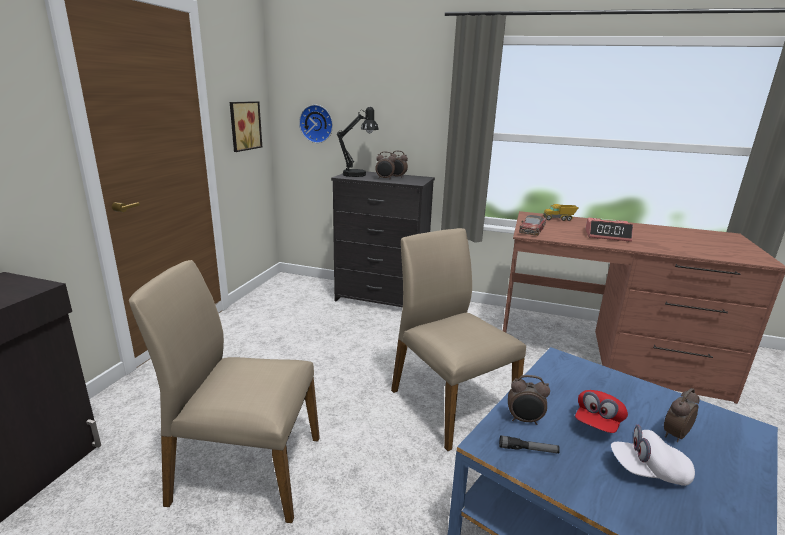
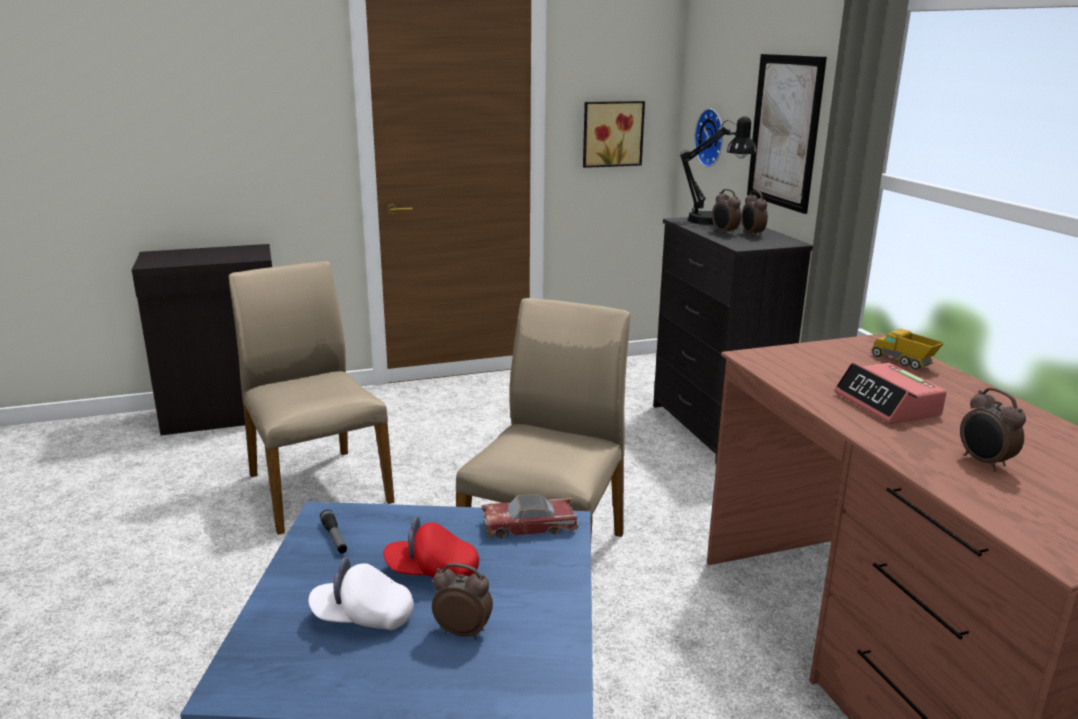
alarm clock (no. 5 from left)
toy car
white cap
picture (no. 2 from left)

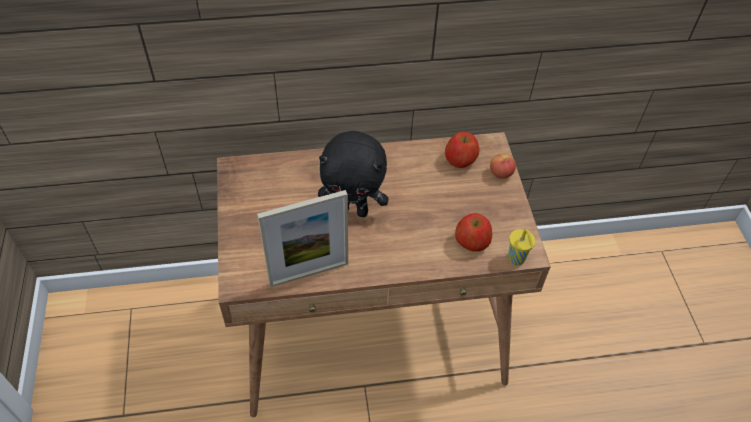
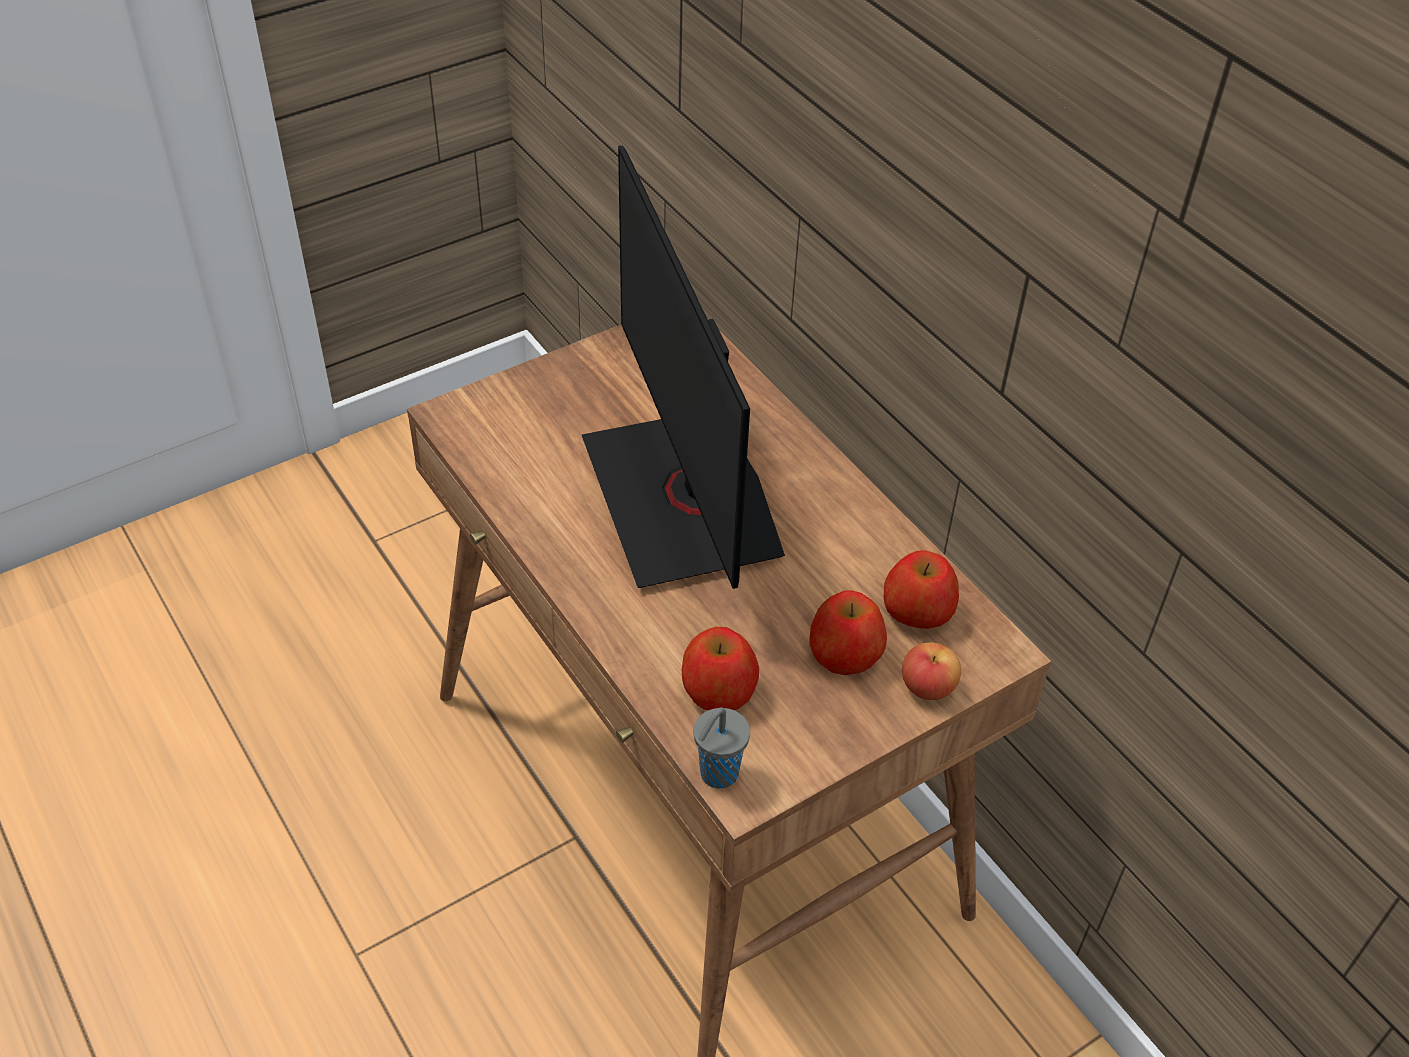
picture frame
monitor
grey cup
apple (no. 2 from left)

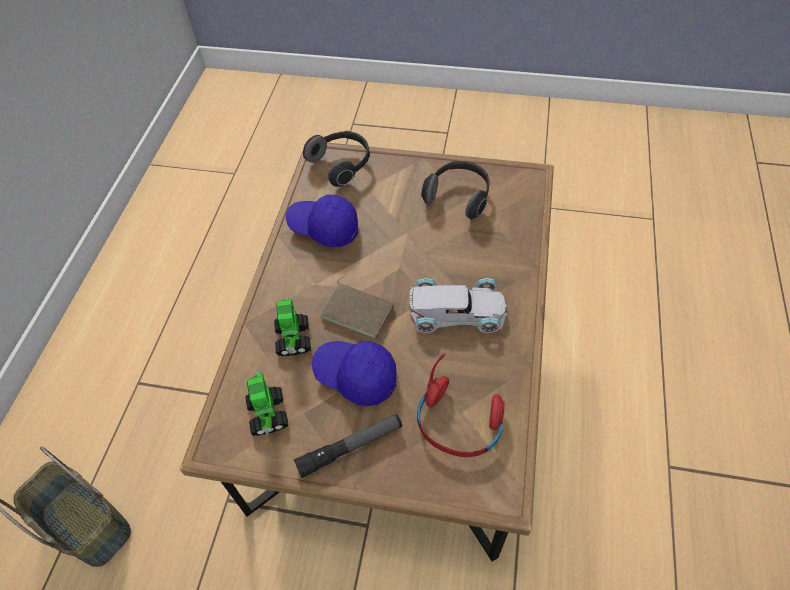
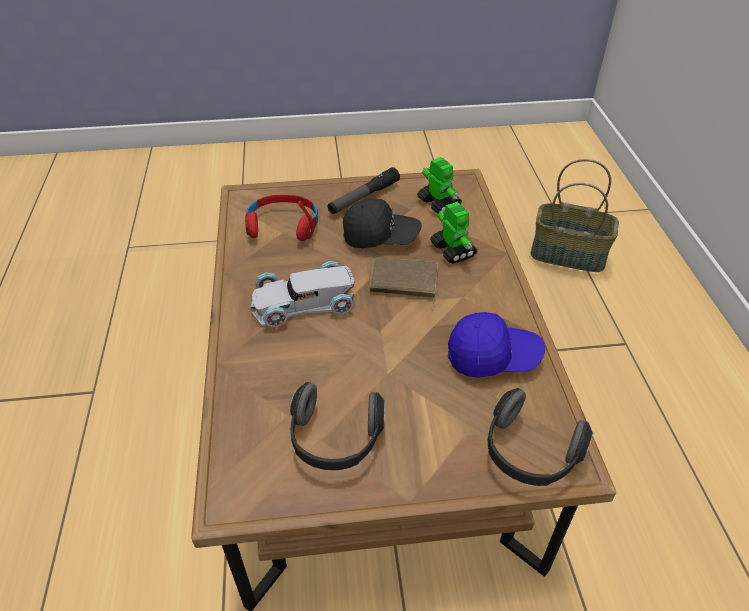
black cap

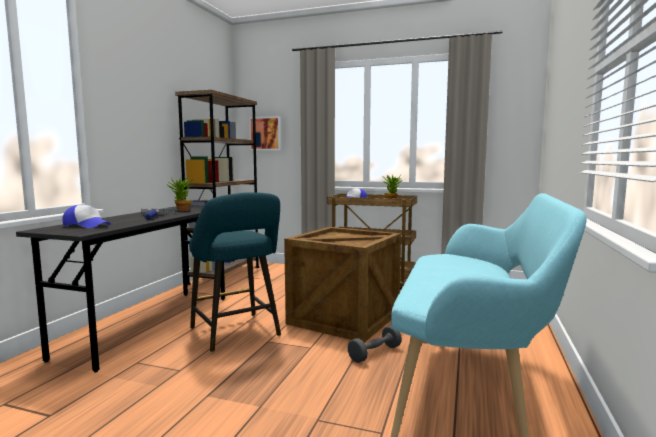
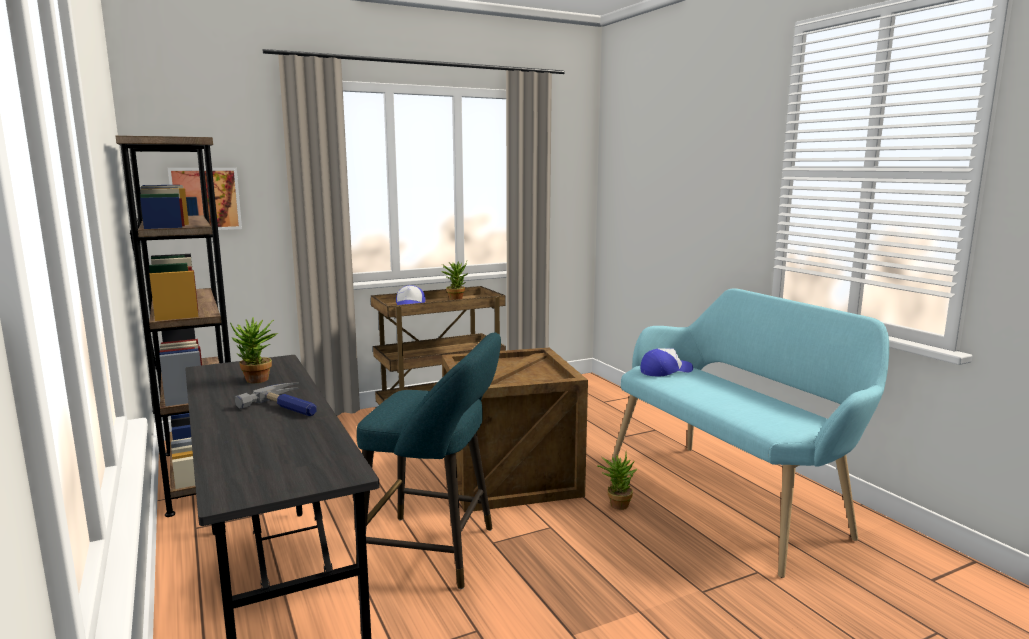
cap (no. 2 from left)
potted plant (no. 3 from left)

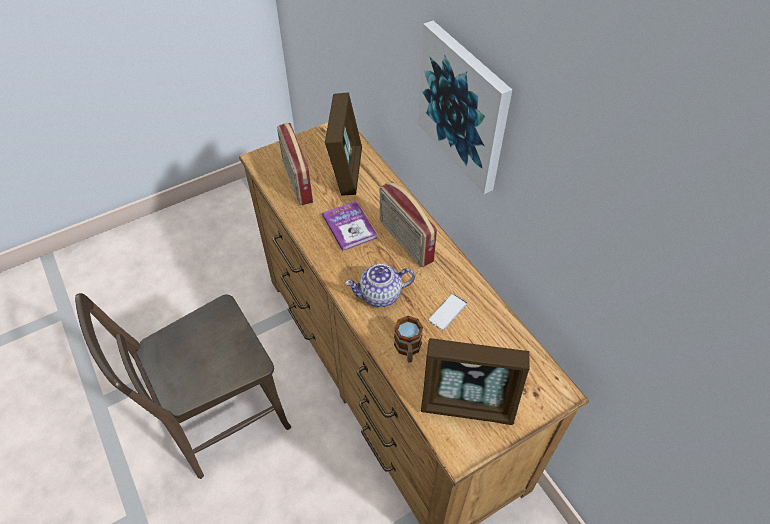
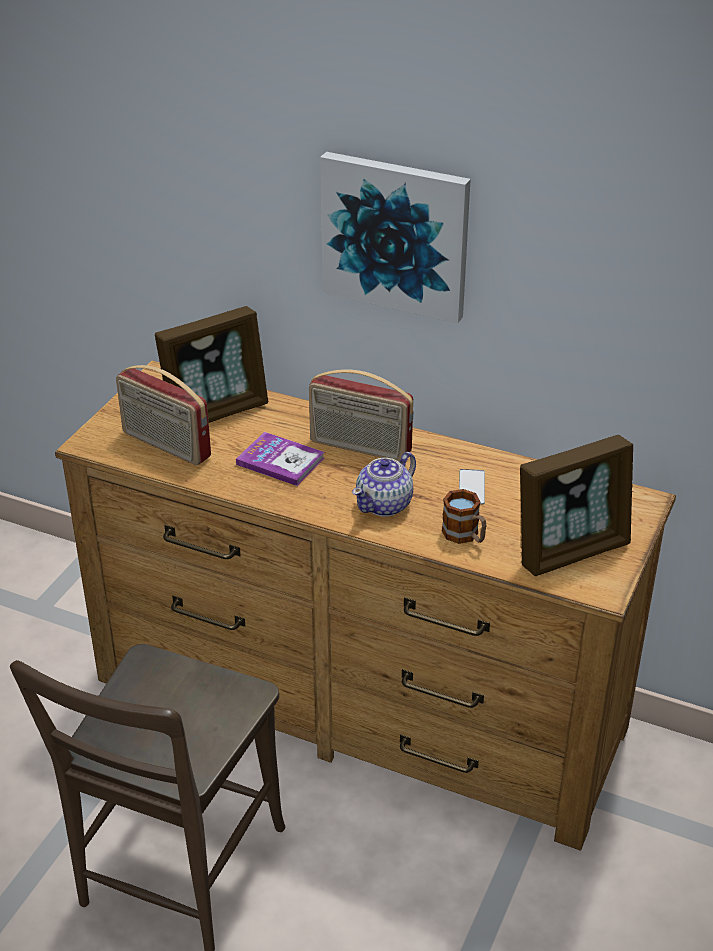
picture frame (no. 1 from left)

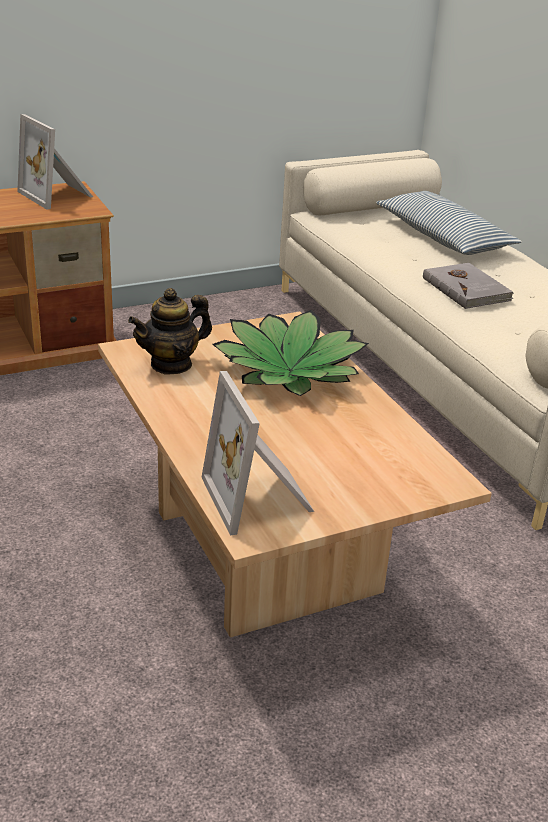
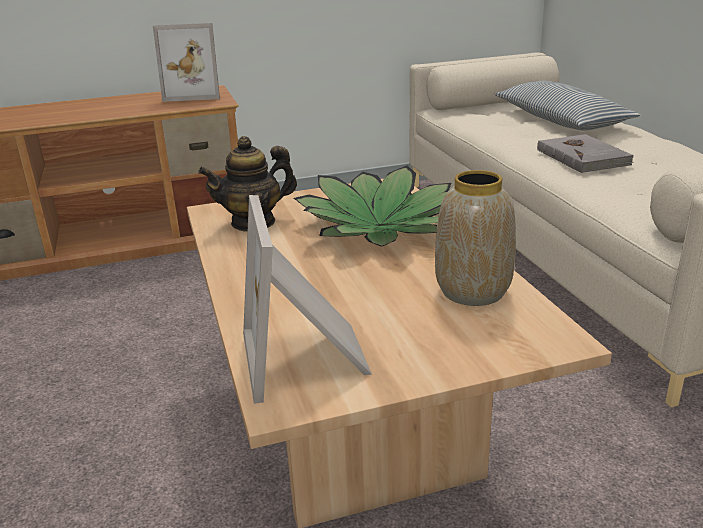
picture frame (no. 1 from left)
vase

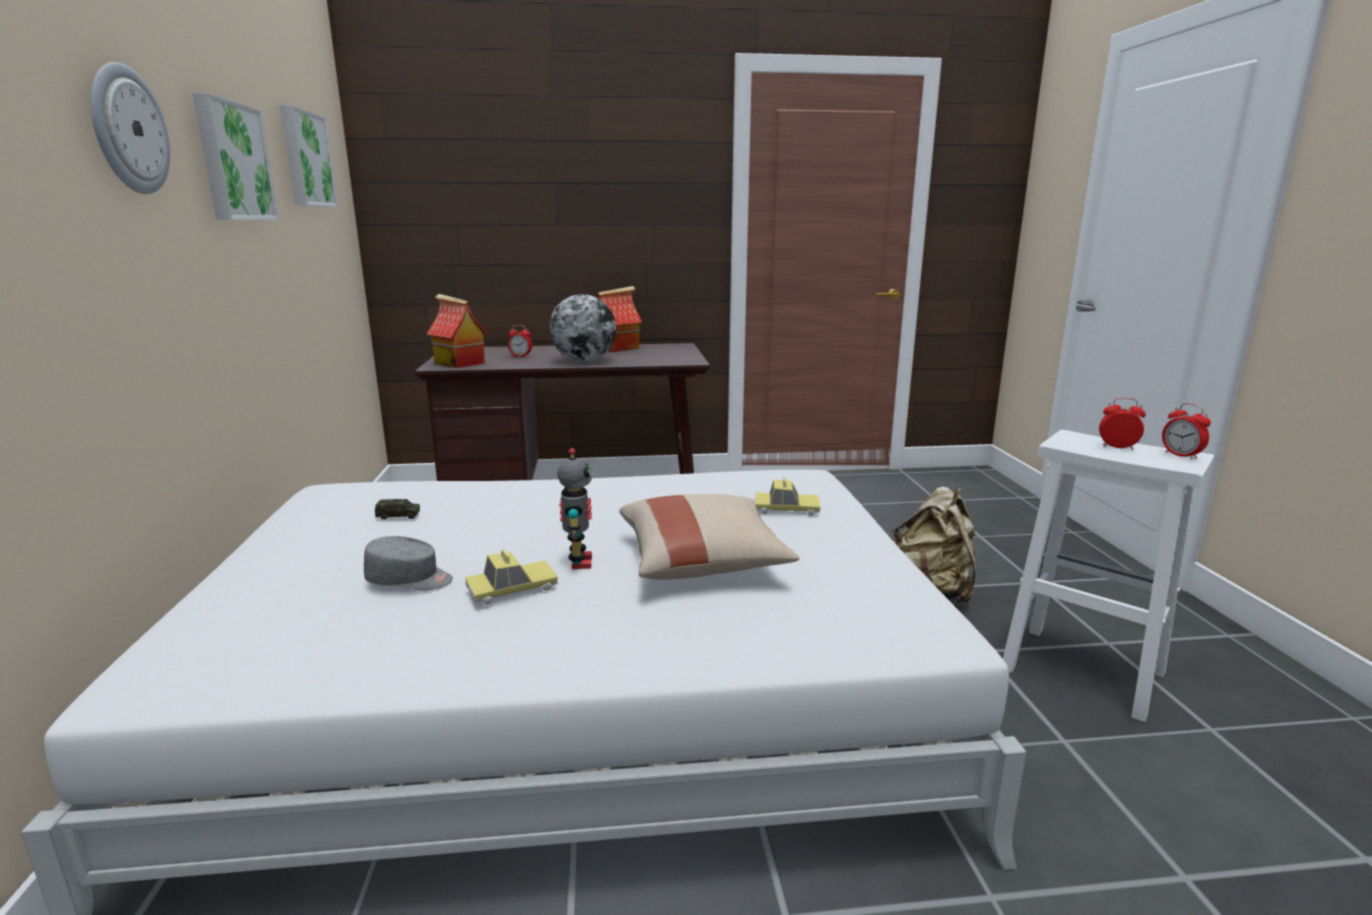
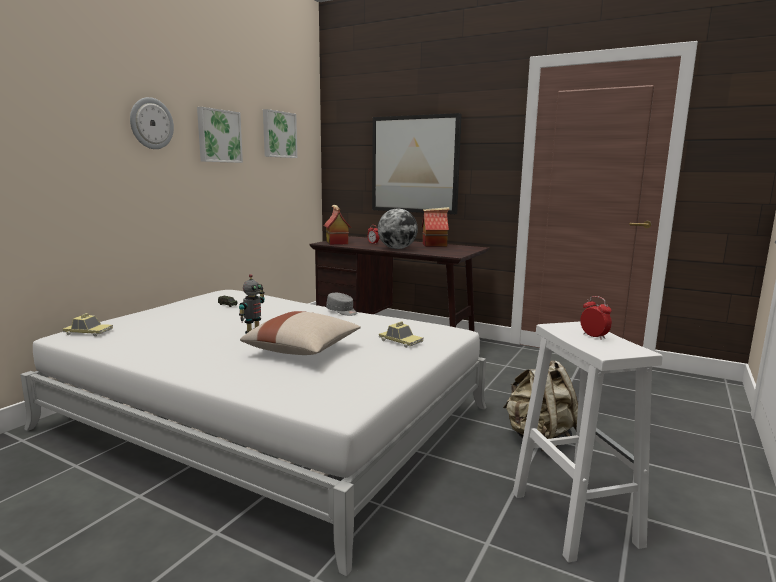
grey cap
toy car (no. 1 from left)
alarm clock (no. 3 from left in the first image)
picture (no. 3 from left)

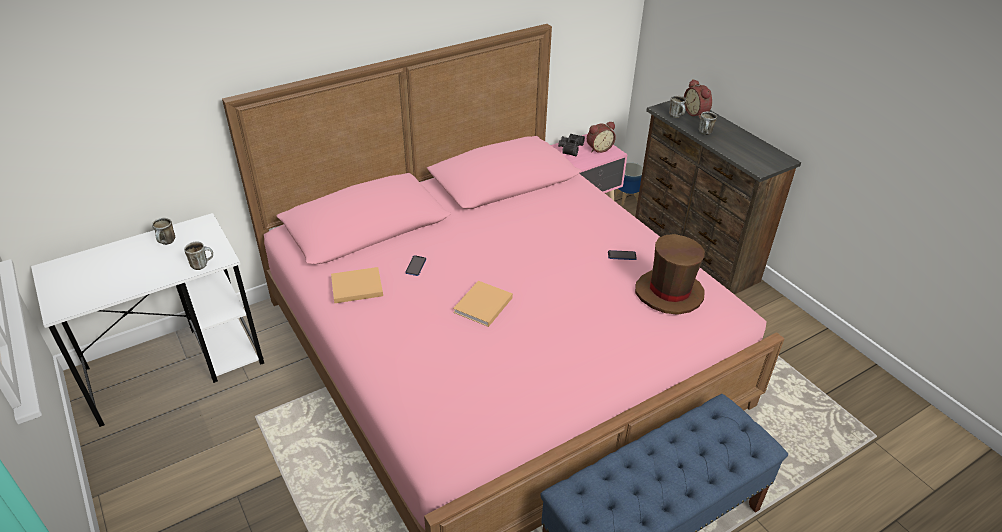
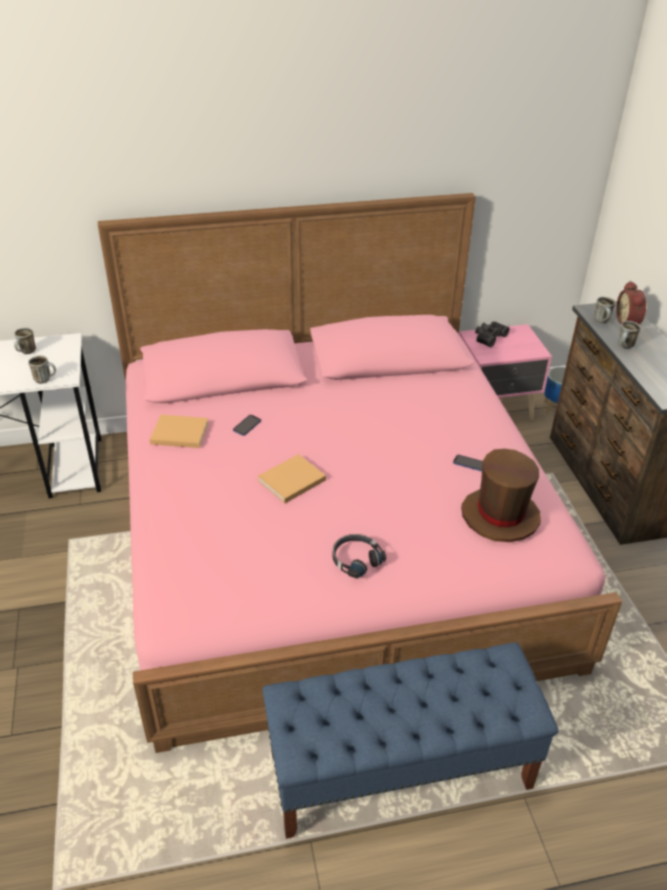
alarm clock (no. 1 from left in the first image)
black headphones

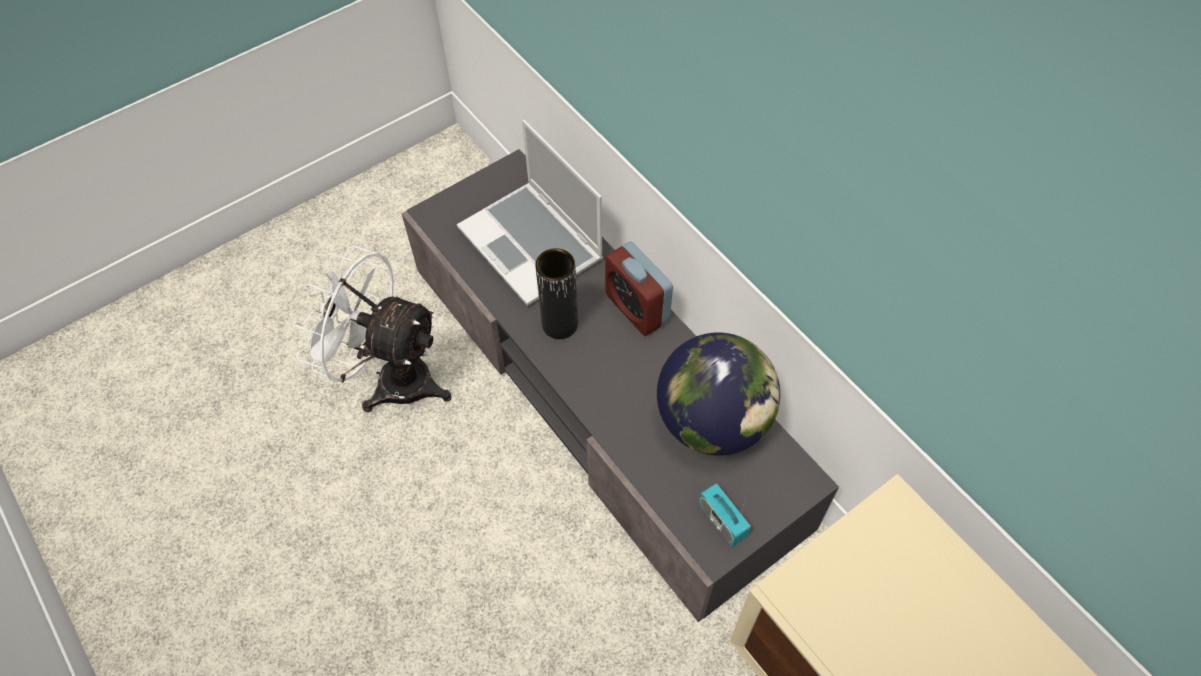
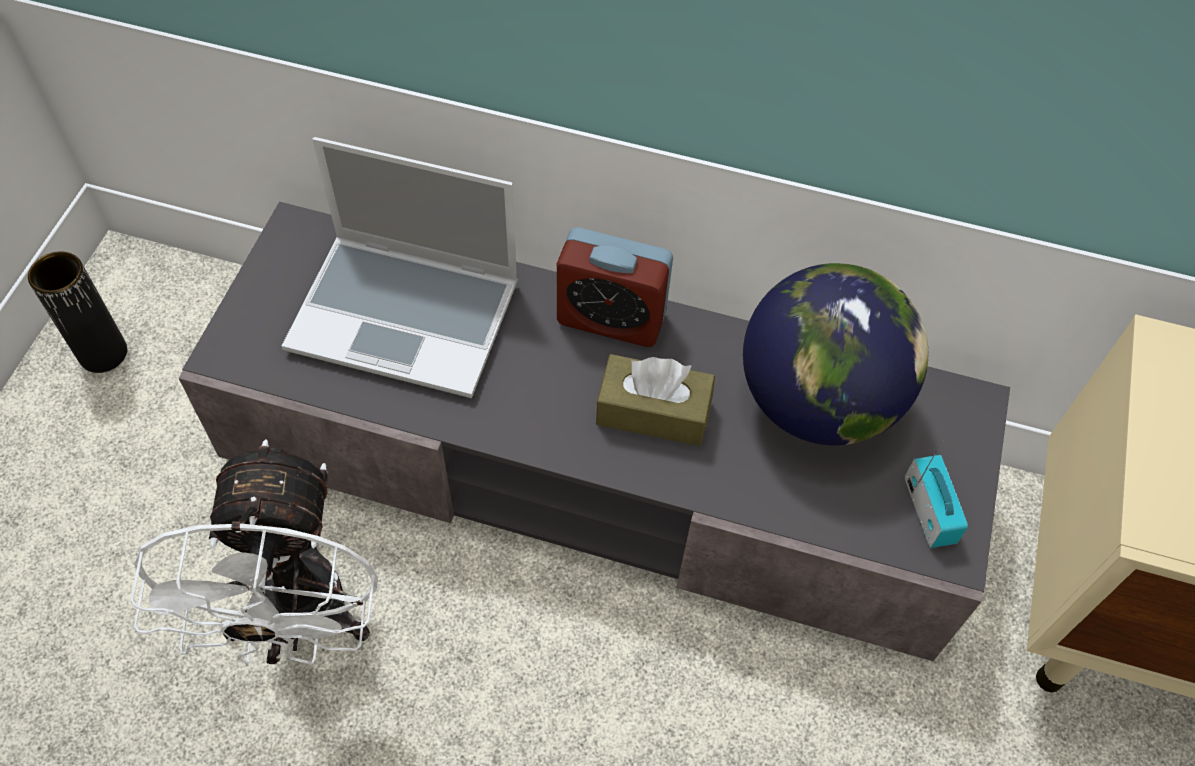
white fan
black vase
radio
brown tissue box

